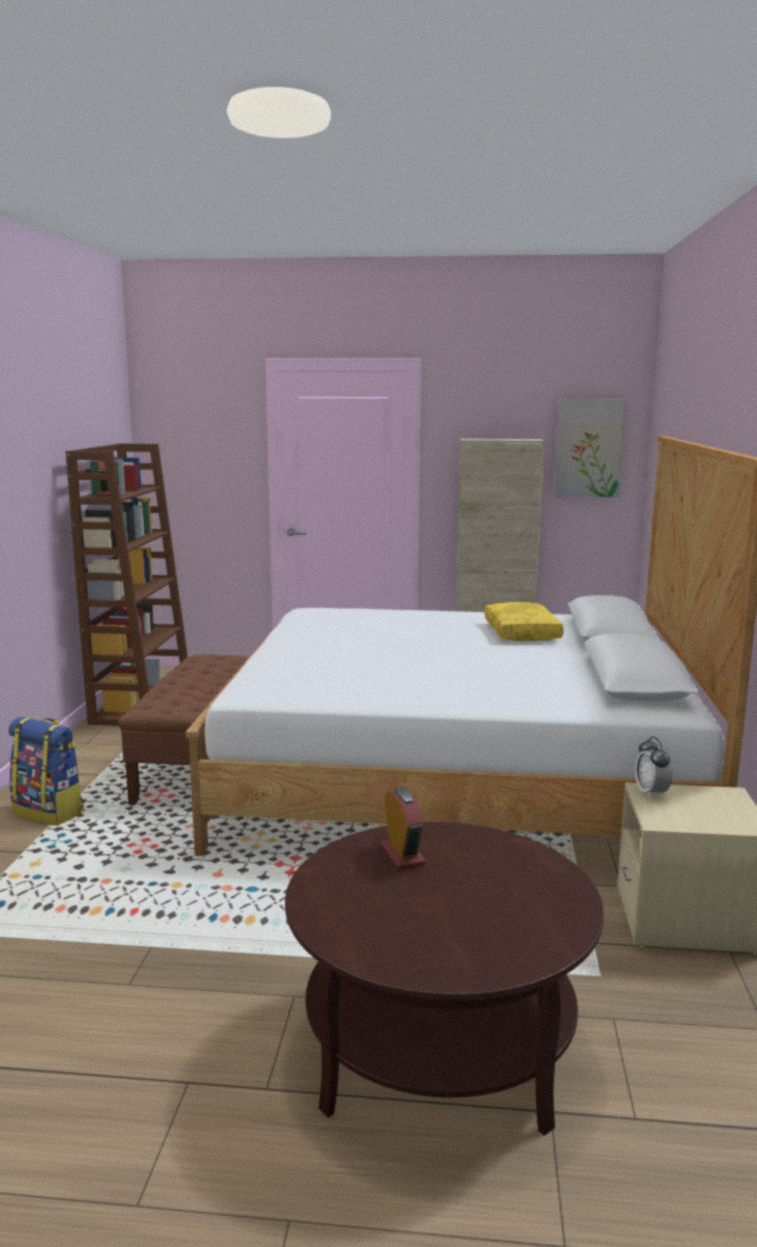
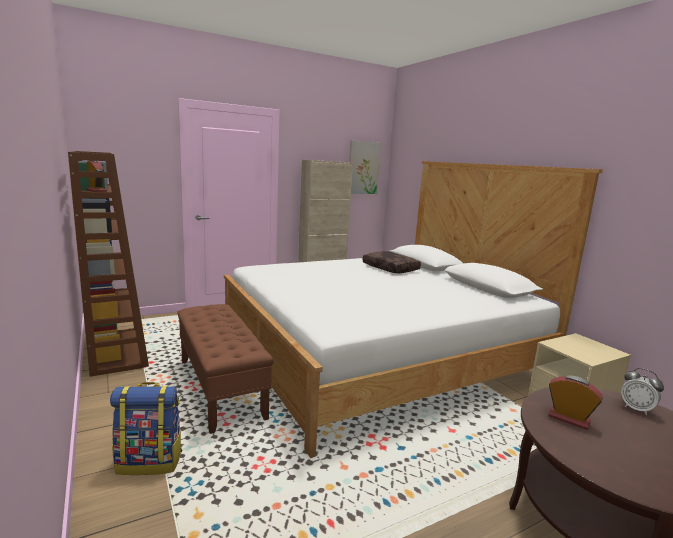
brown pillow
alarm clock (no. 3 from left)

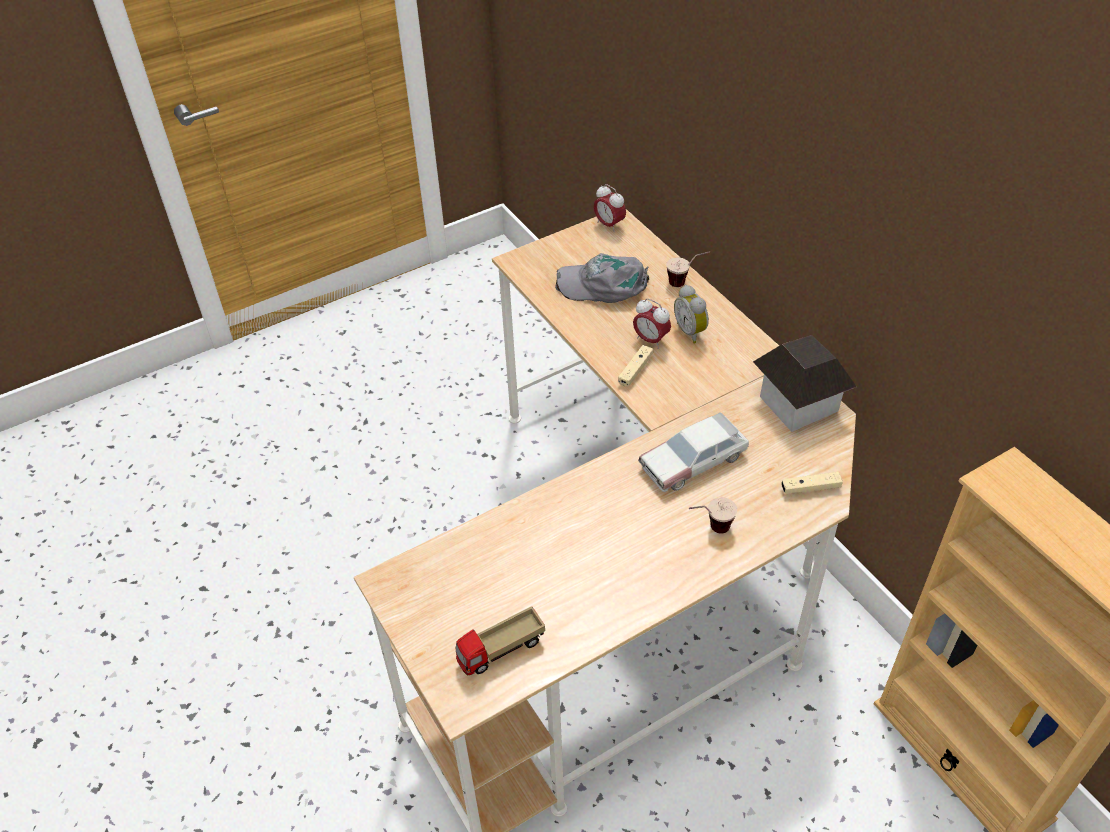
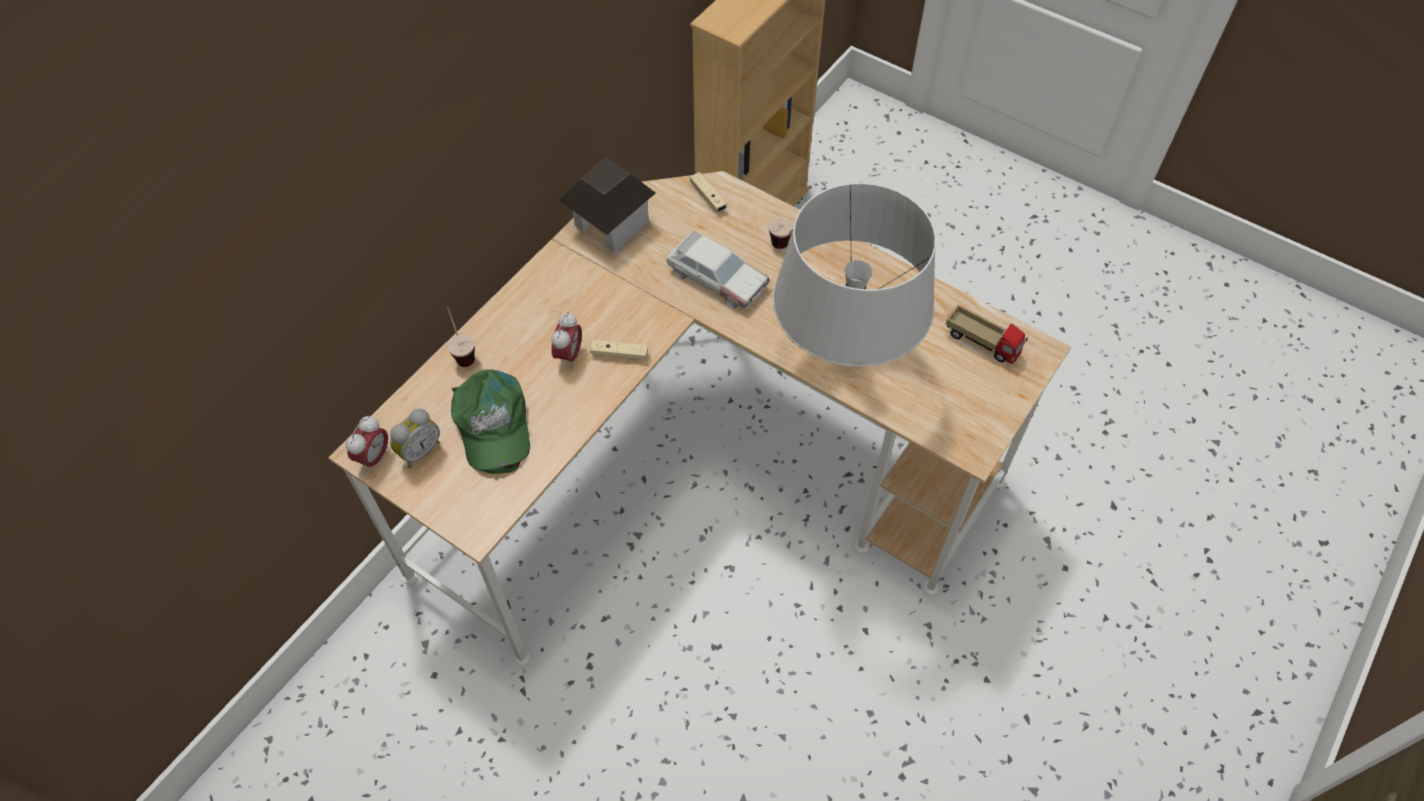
green cap
alarm clock (no. 2 from left)
grey table lamp

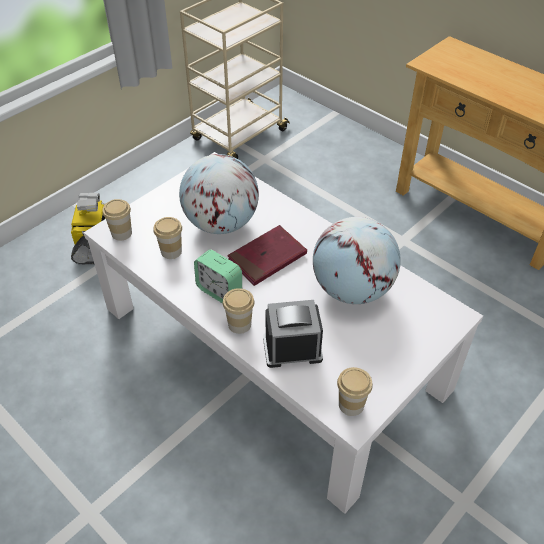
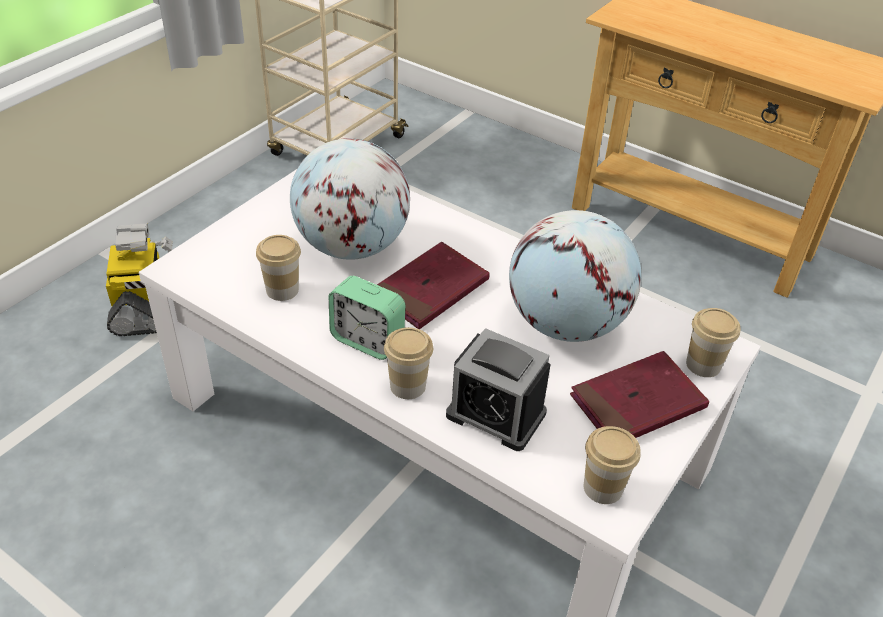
cup (no. 4 from left)
alarm clock (no. 2 from left)
red book (no. 2 from left)

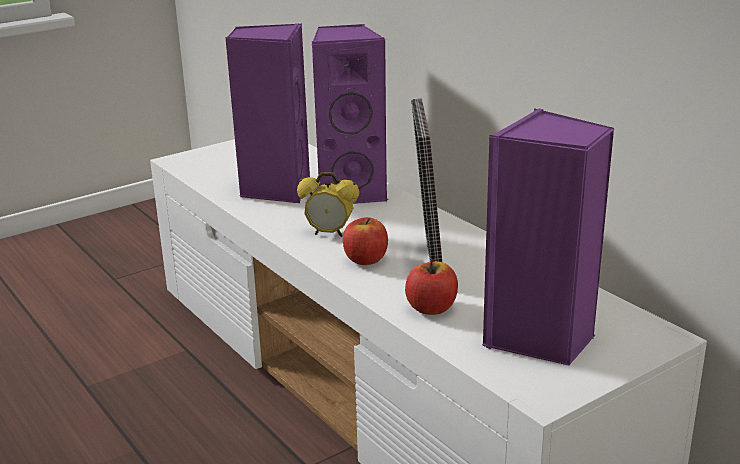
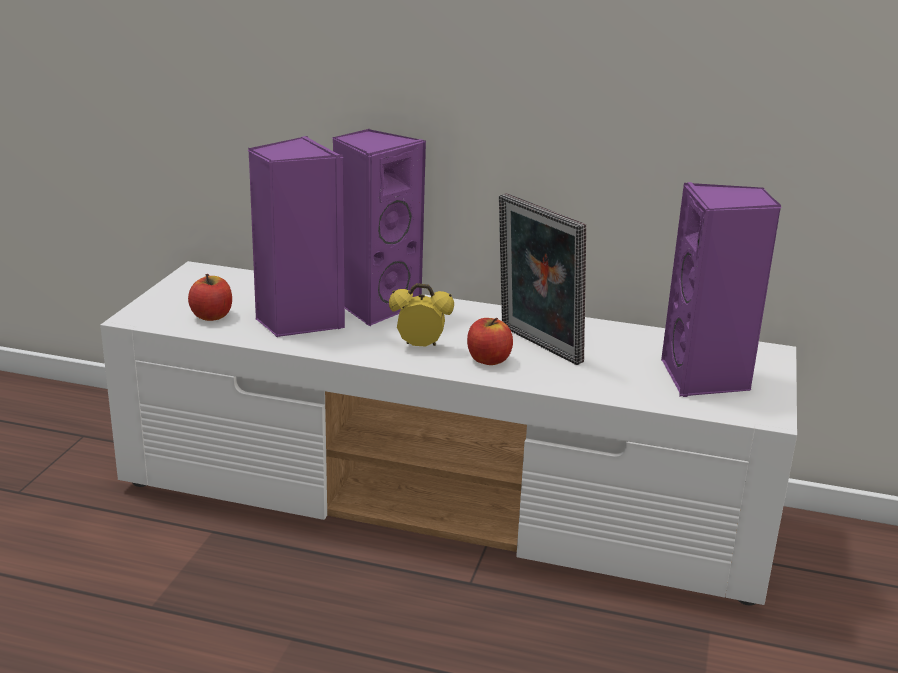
alarm clock
apple (no. 1 from left)

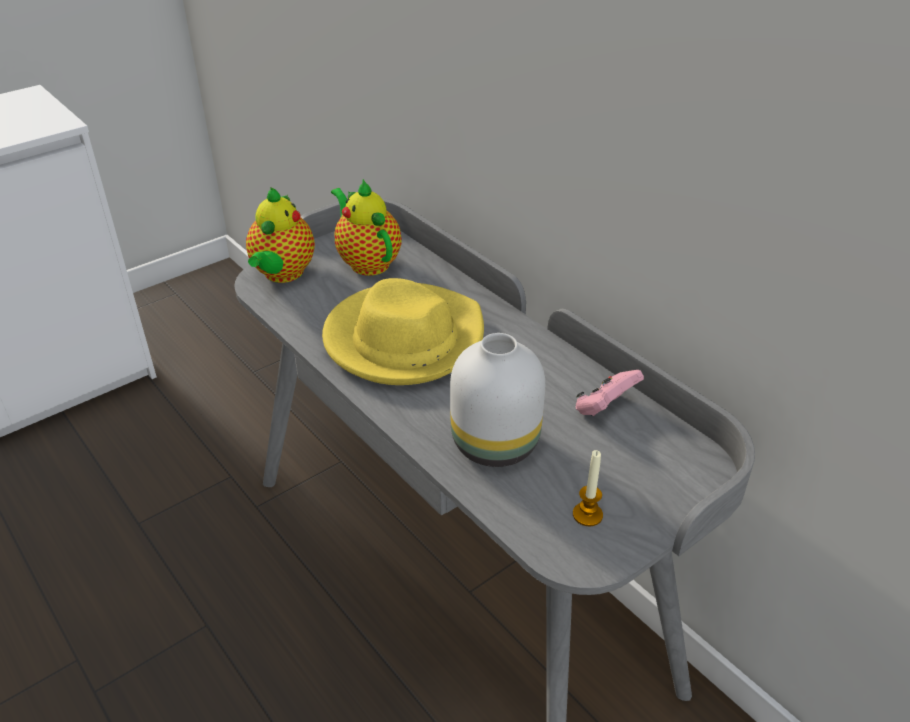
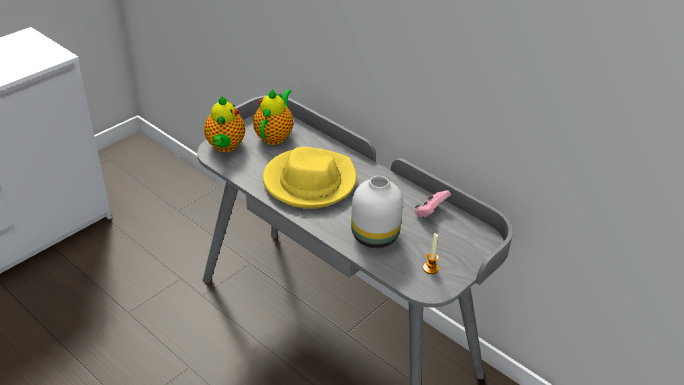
teapot (no. 2 from left)

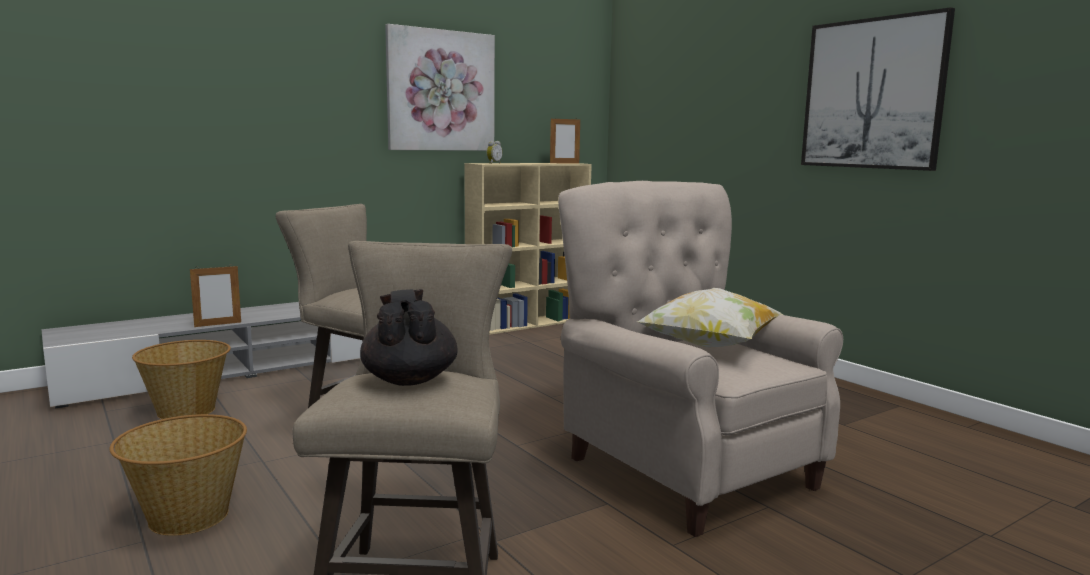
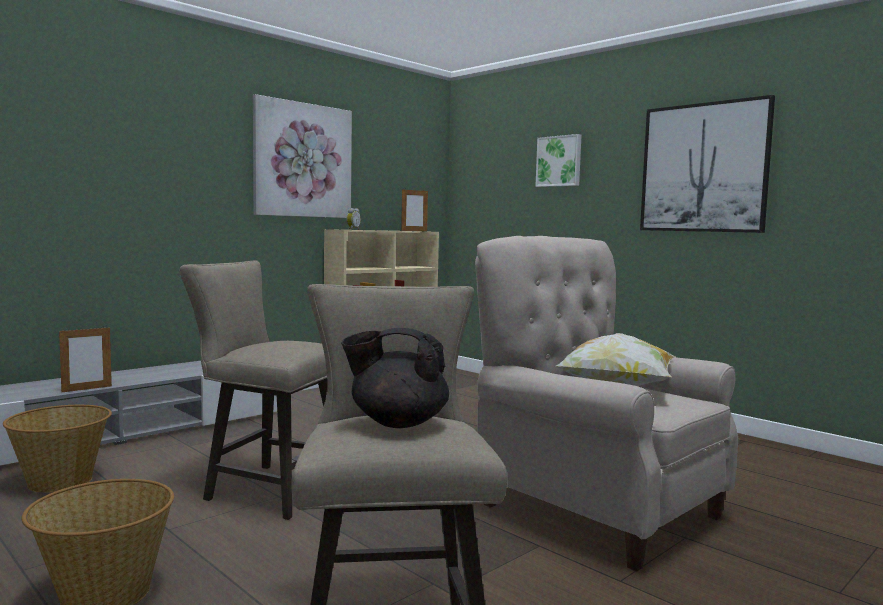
black teapot
picture (no. 2 from left)

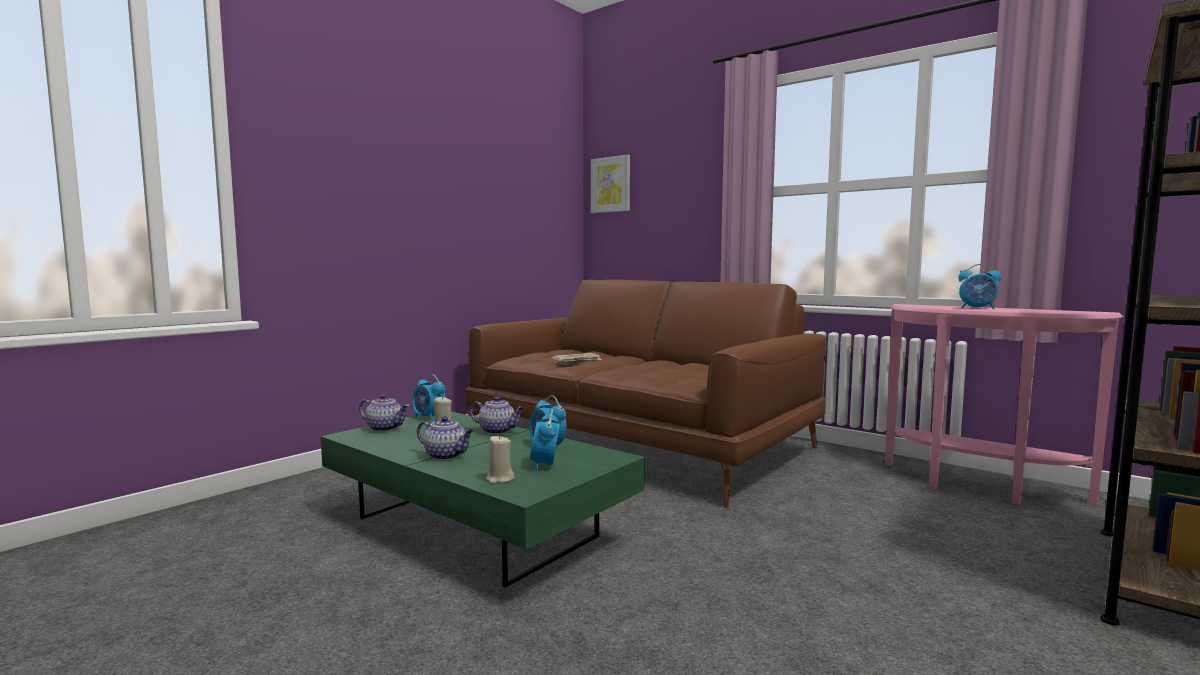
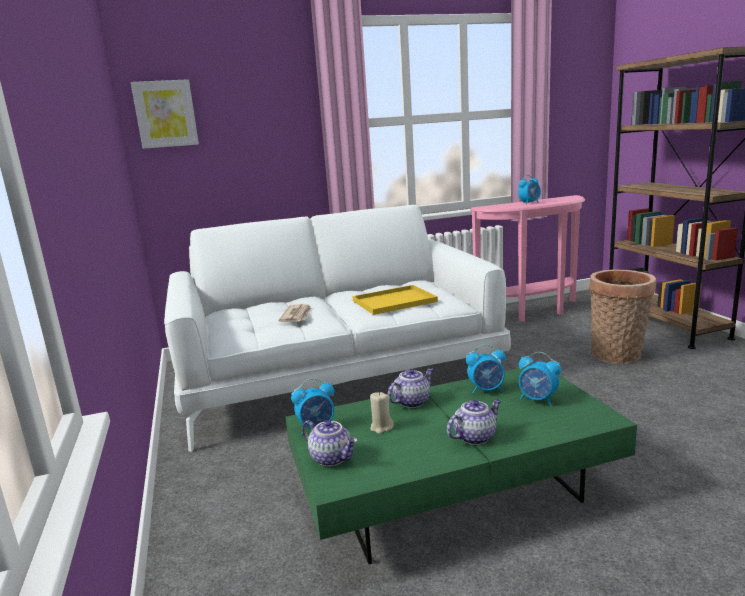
teapot (no. 1 from left)
white sofa
beige candle (no. 2 from left in the first image)
yellow tray
basket

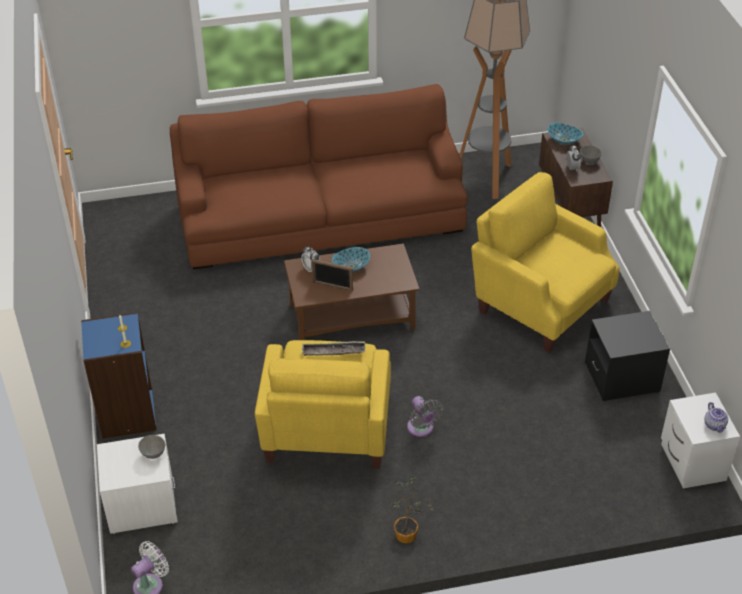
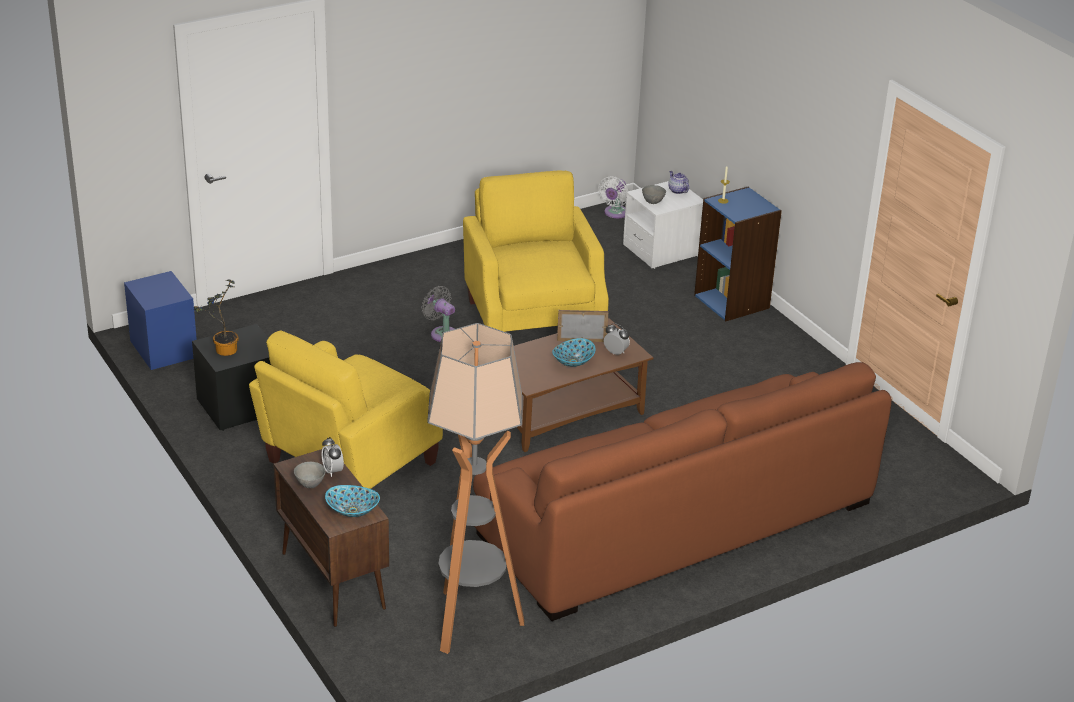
tray
potted plant
yellow armchair (no. 1 from left)
blue nightstand
teapot

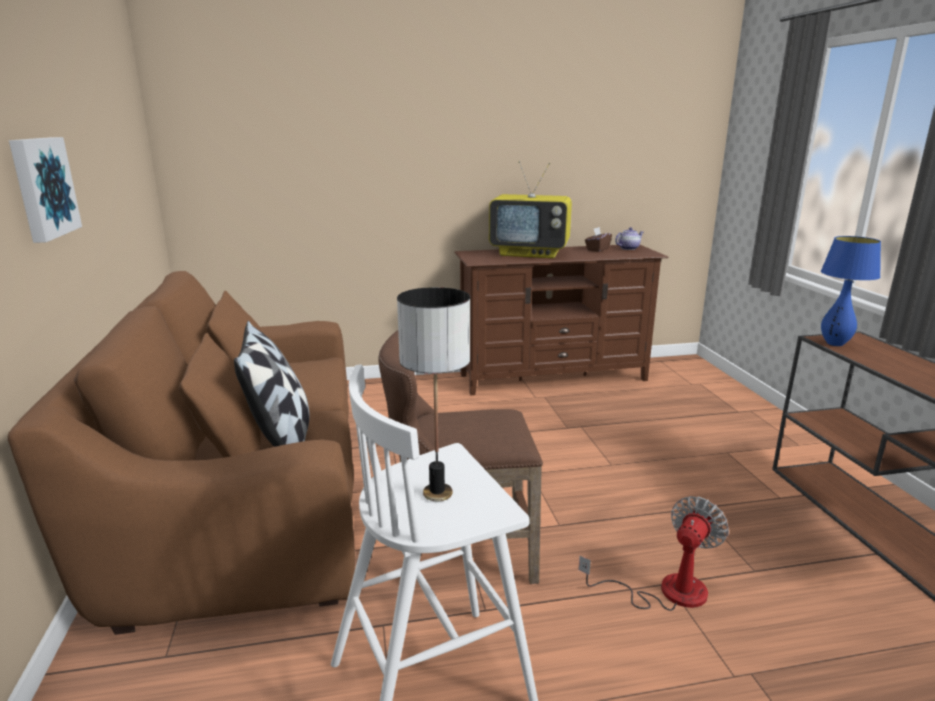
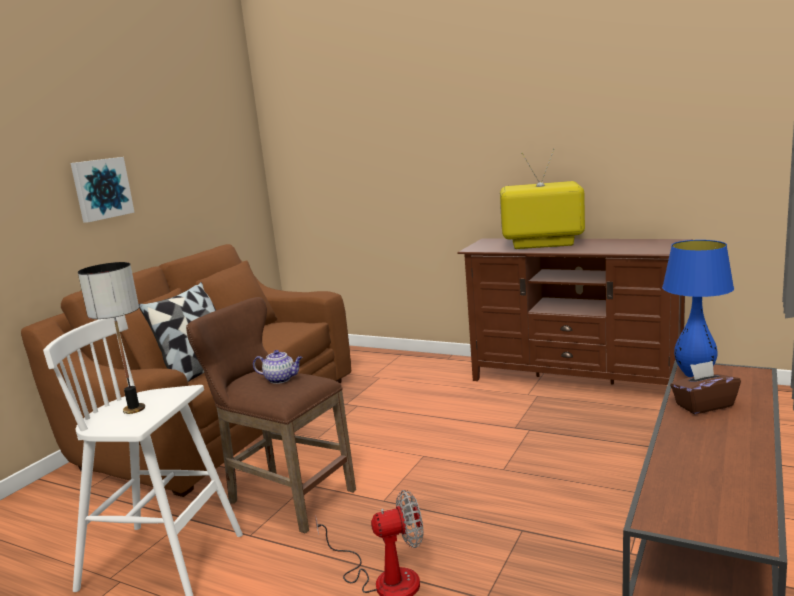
television
brown tissue box
teapot

